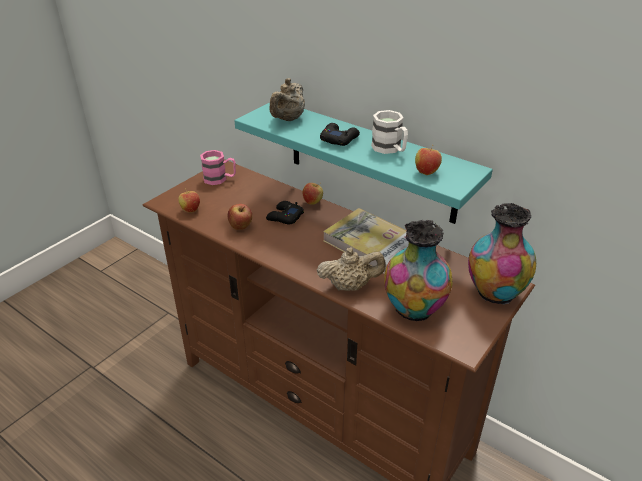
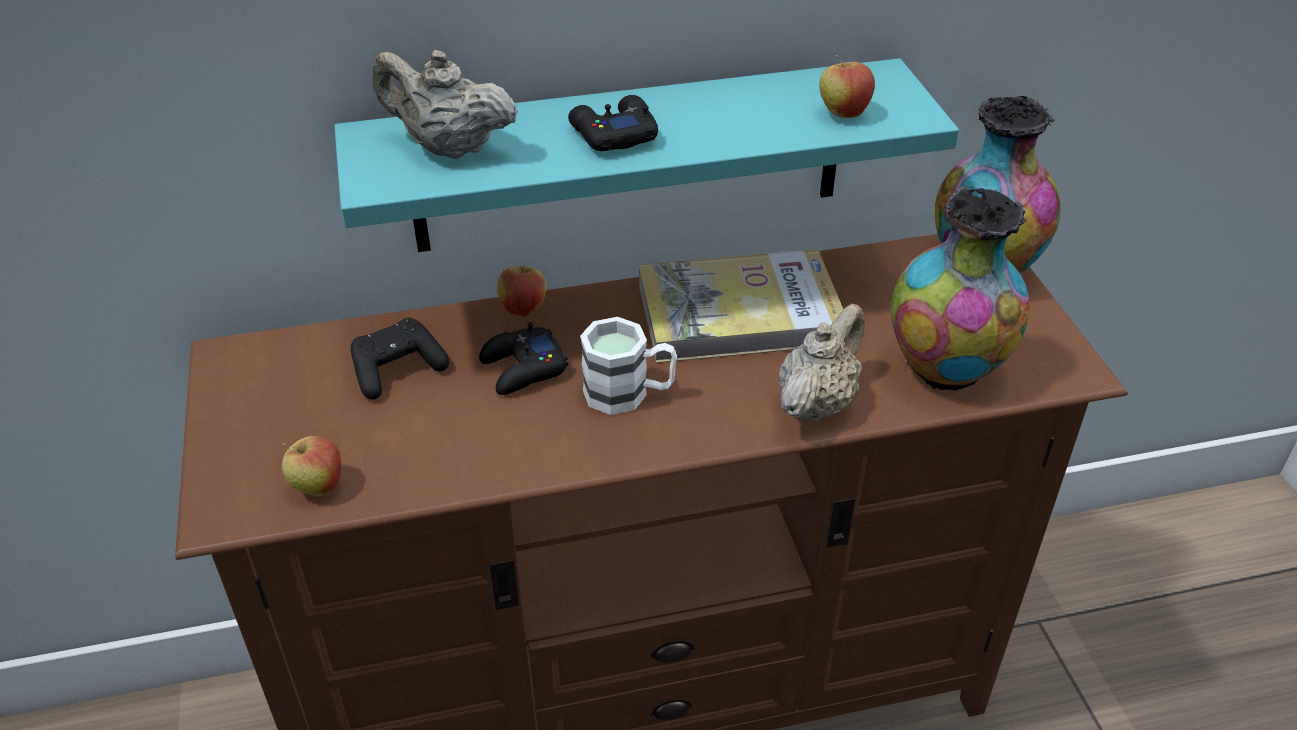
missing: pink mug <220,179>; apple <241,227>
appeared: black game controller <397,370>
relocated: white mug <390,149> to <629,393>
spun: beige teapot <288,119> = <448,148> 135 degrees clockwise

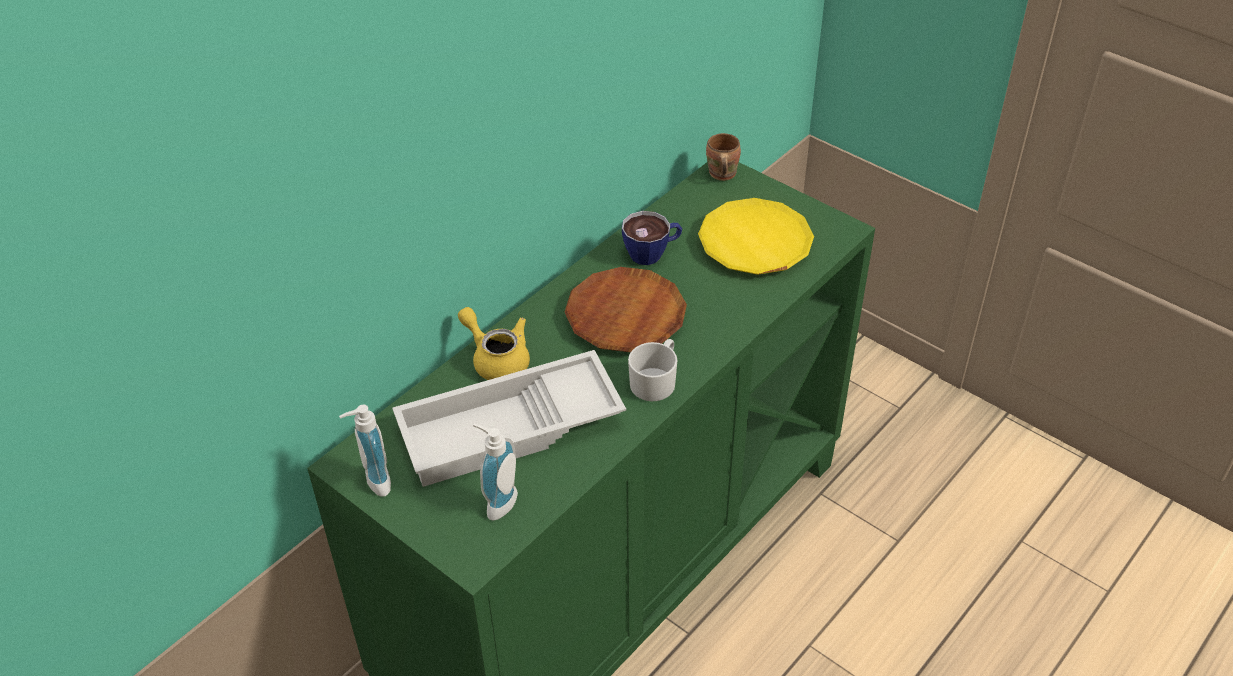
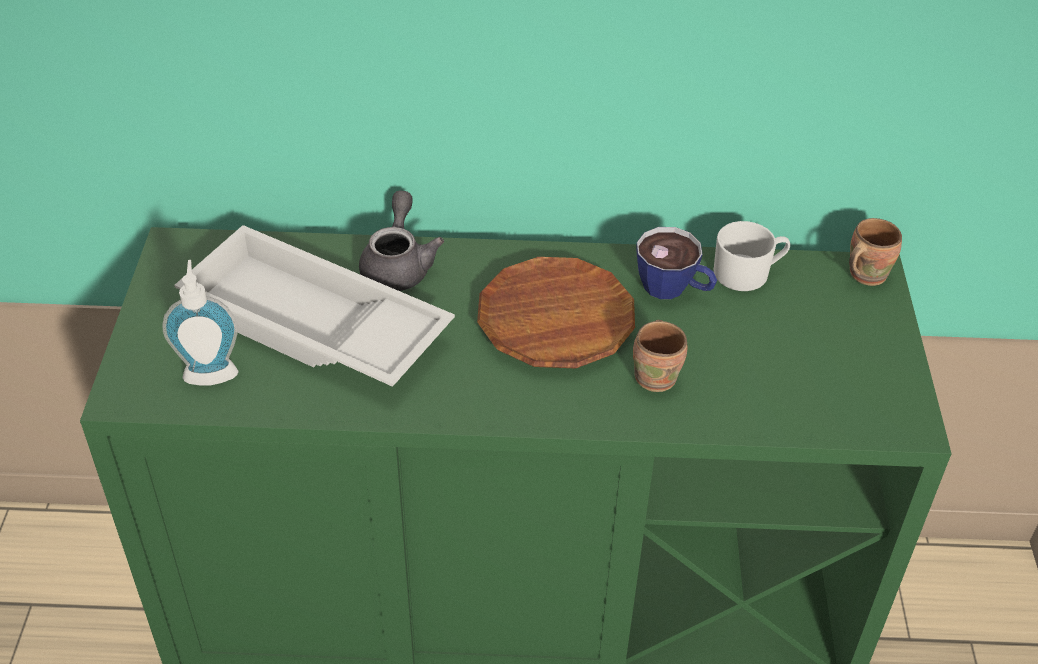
missing: yellow plate <755,243>; soap dispenser <373,482>
appeared: brown mug <657,376>
relocated: white mug <655,381> to <748,273>
colour: yellow teapot <497,359> to grey teapot <398,265>

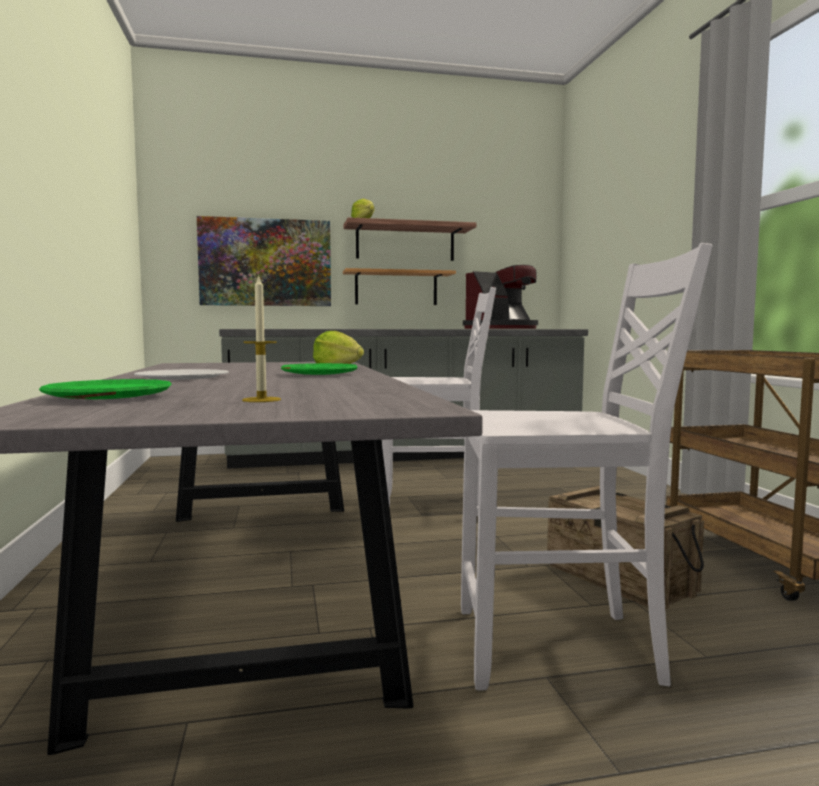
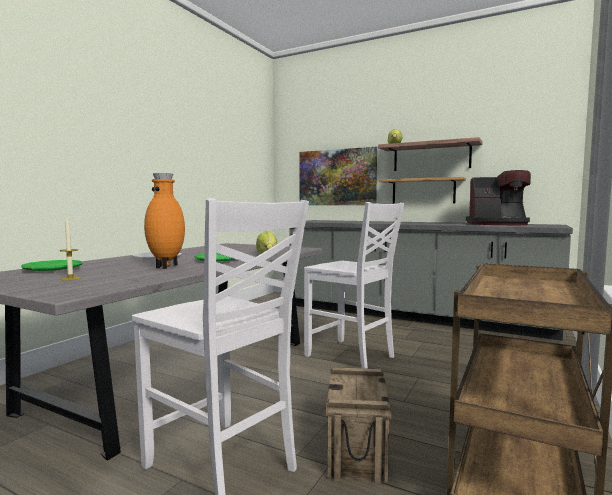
appeared: orange vase <167,267>

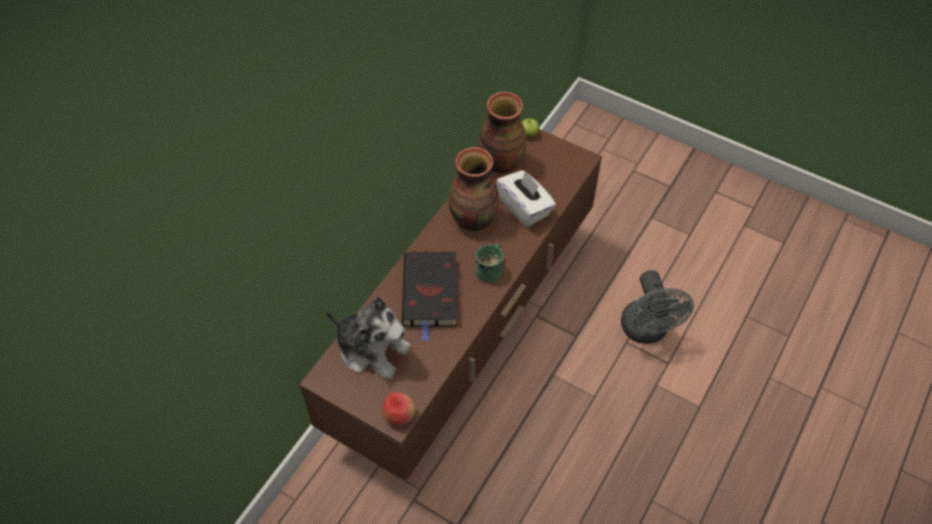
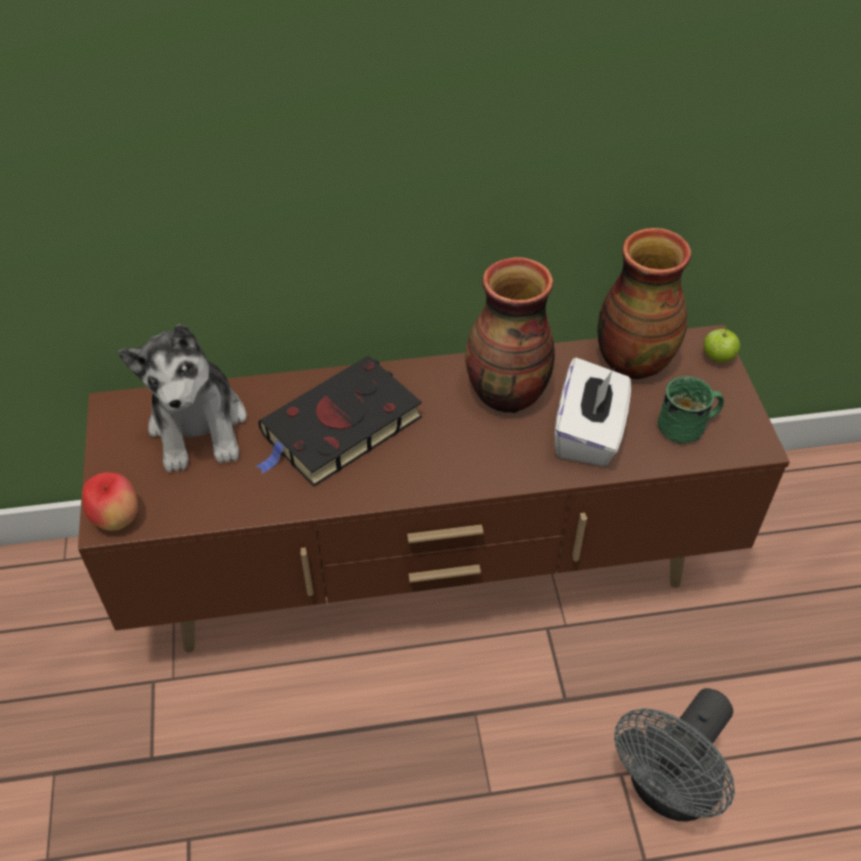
relocated: green mug <491,269> to <688,427>

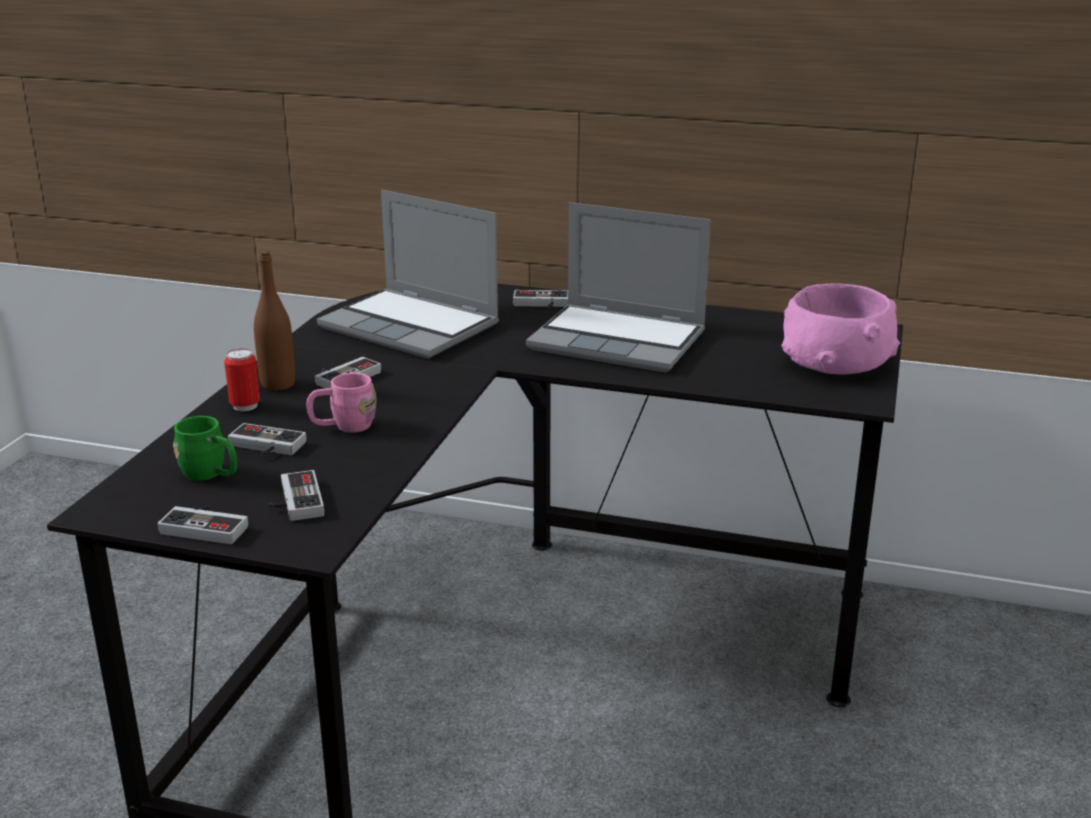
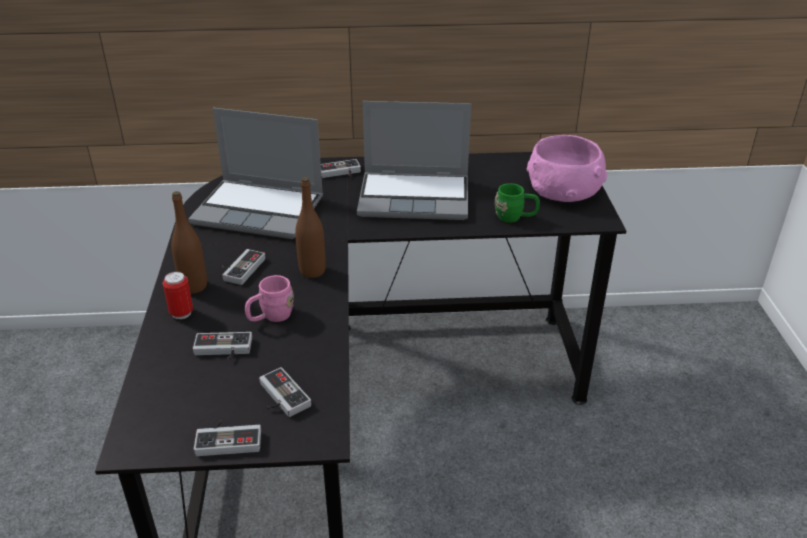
appeared: brown bottle <312,271>
relocated: green mug <211,475> to <515,217>

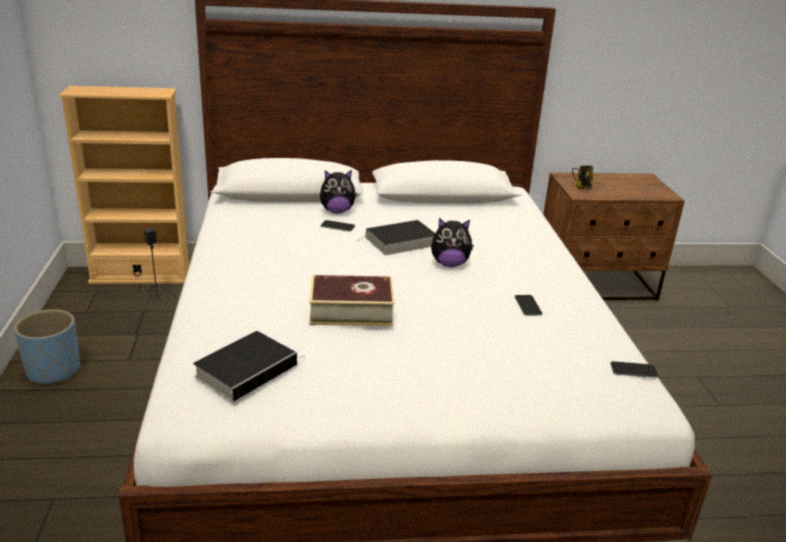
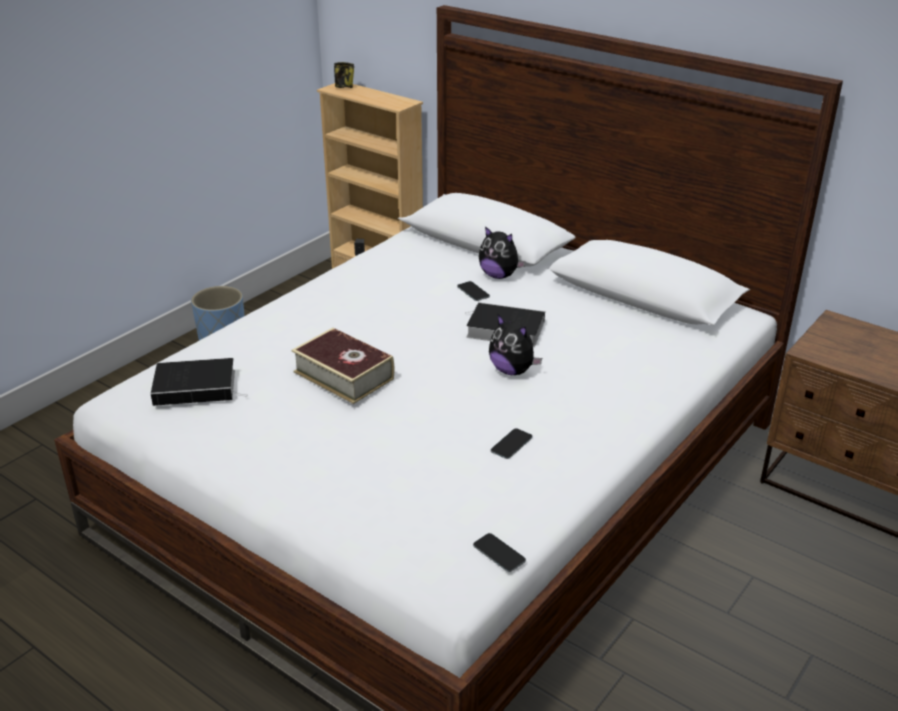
relocated: mug <582,187> to <343,87>

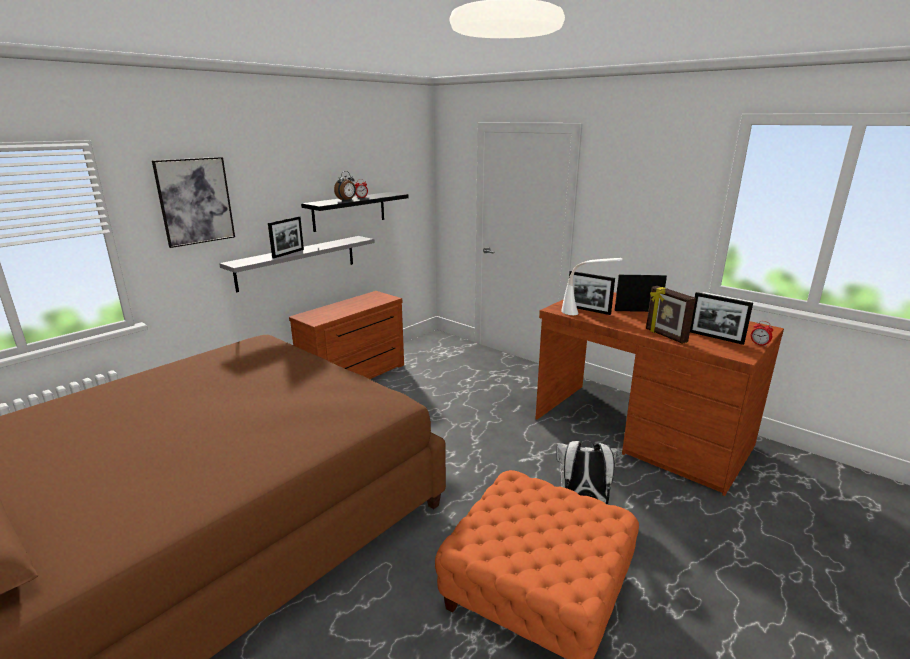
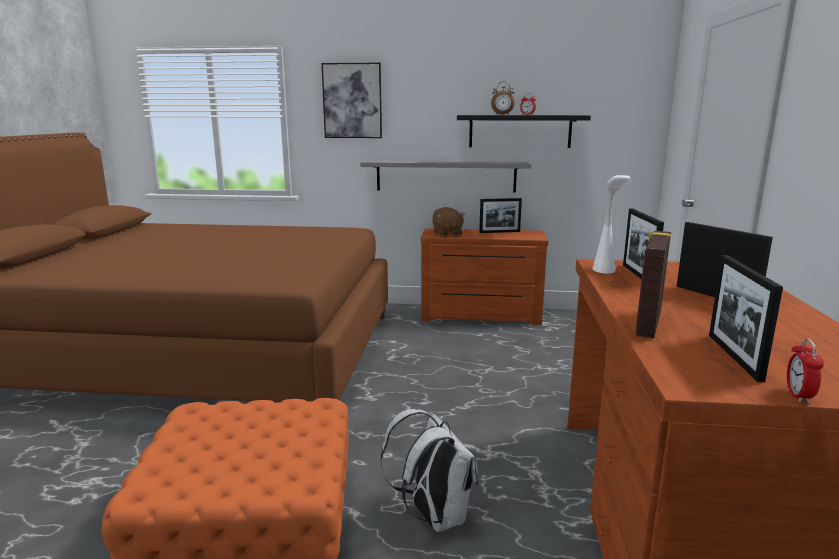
appeared: brown plush toy <447,233>
relocated: picture frame <288,253> to <499,232>

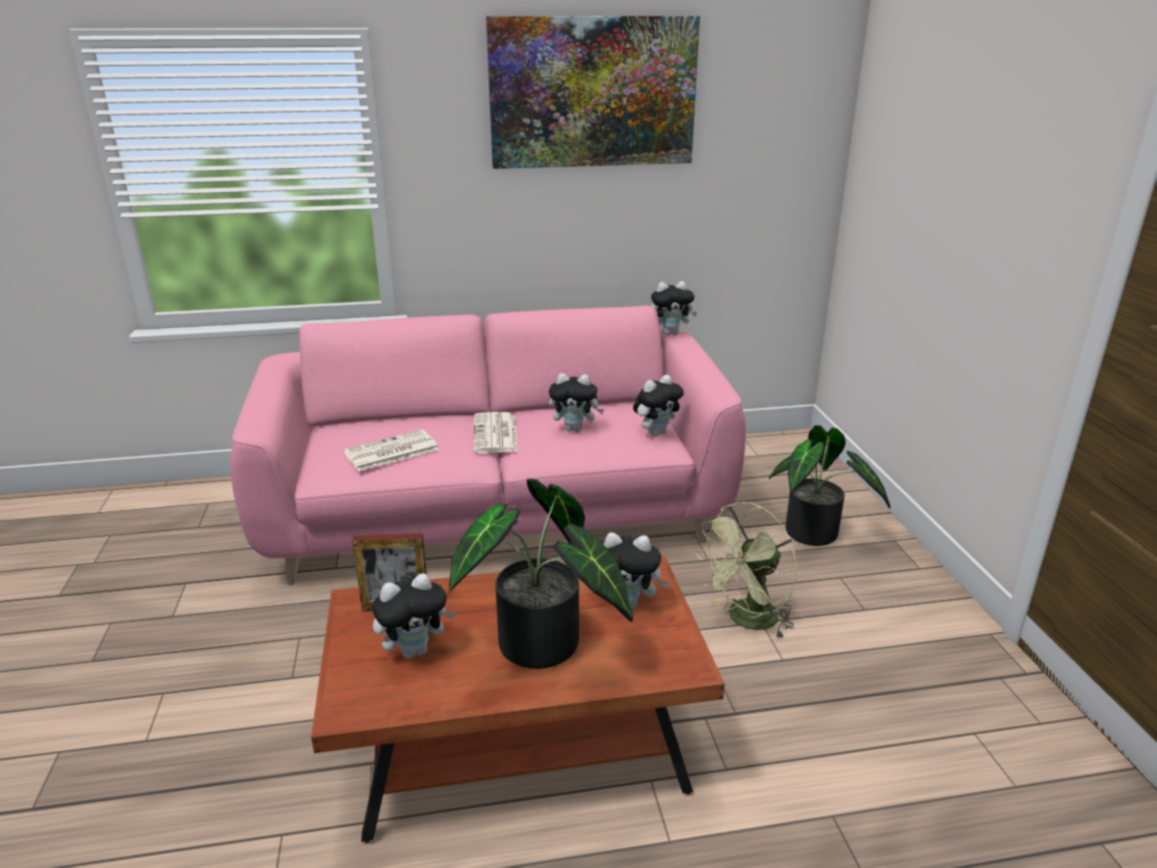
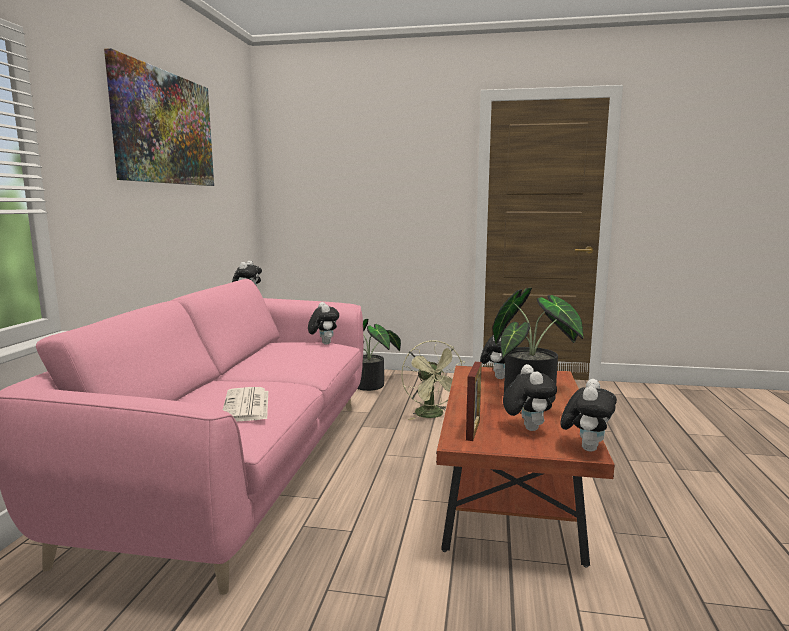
missing: newspaper <495,434>
relocated: plush toy <575,429> to <586,447>

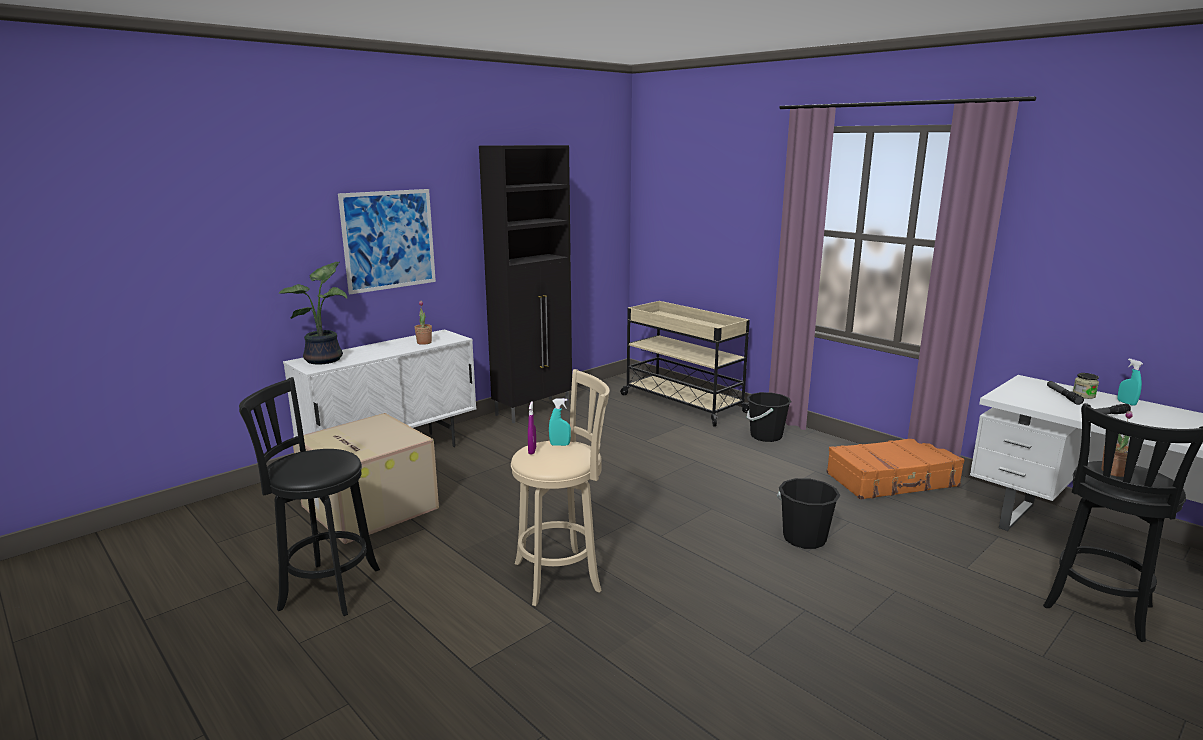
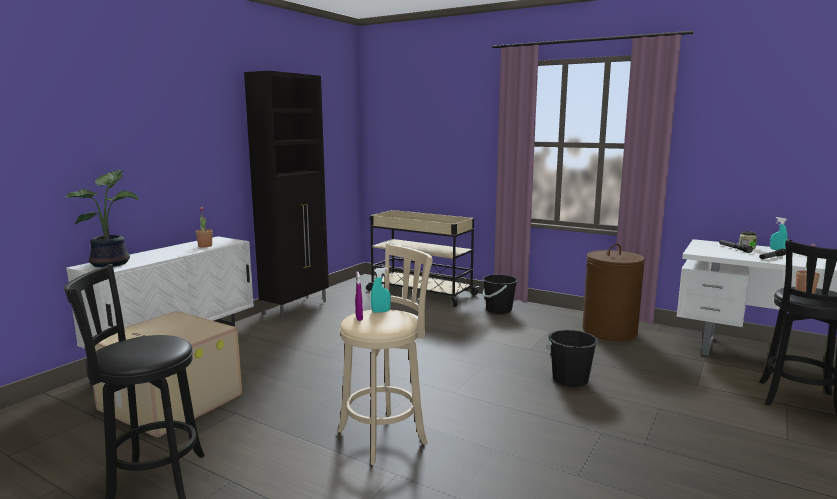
missing: picture <389,240>
exchanged: orange suitcase <892,480> to brown laundry basket <609,331>

